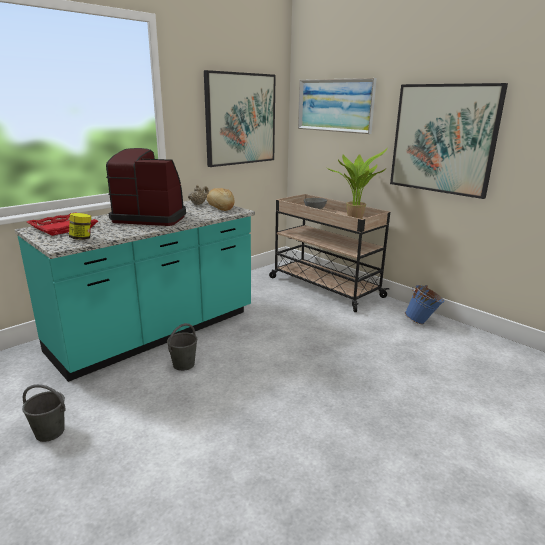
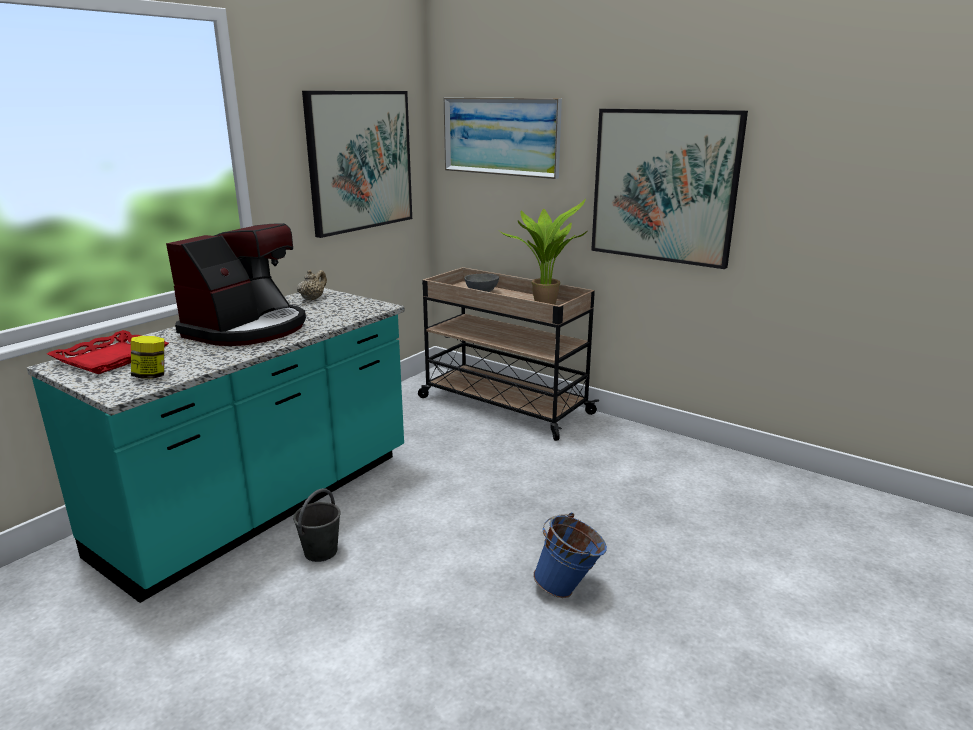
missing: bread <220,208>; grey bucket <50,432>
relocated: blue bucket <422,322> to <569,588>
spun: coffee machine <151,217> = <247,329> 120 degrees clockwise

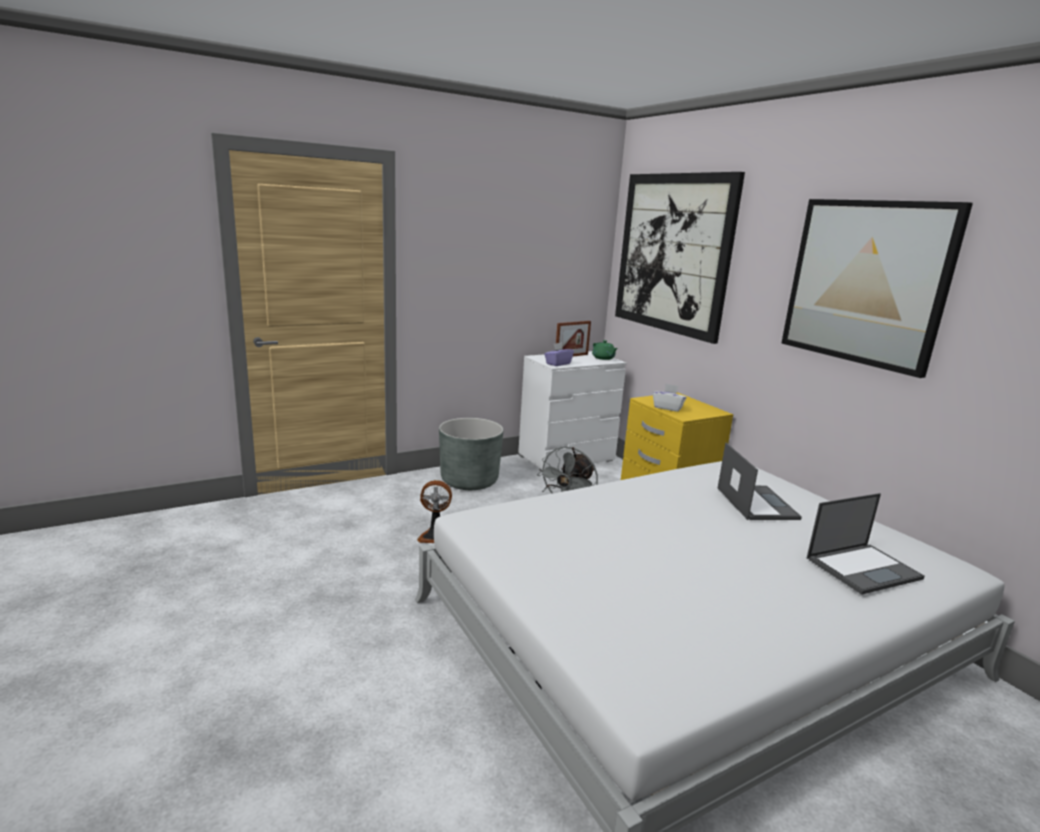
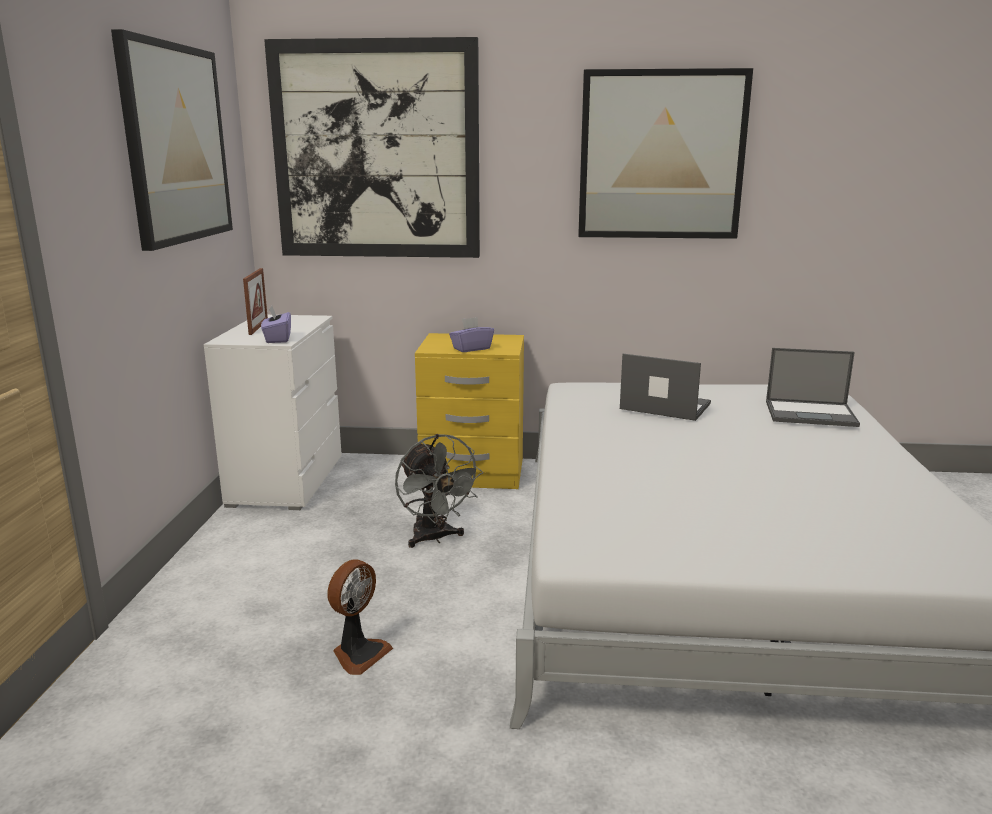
missing: green teapot <603,358>; grey planter <469,481>
appeared: picture <176,144>
colour: white tissue box <668,408> to purple tissue box <471,348>
spun: laptop <863,568> = <811,414> 90 degrees clockwise

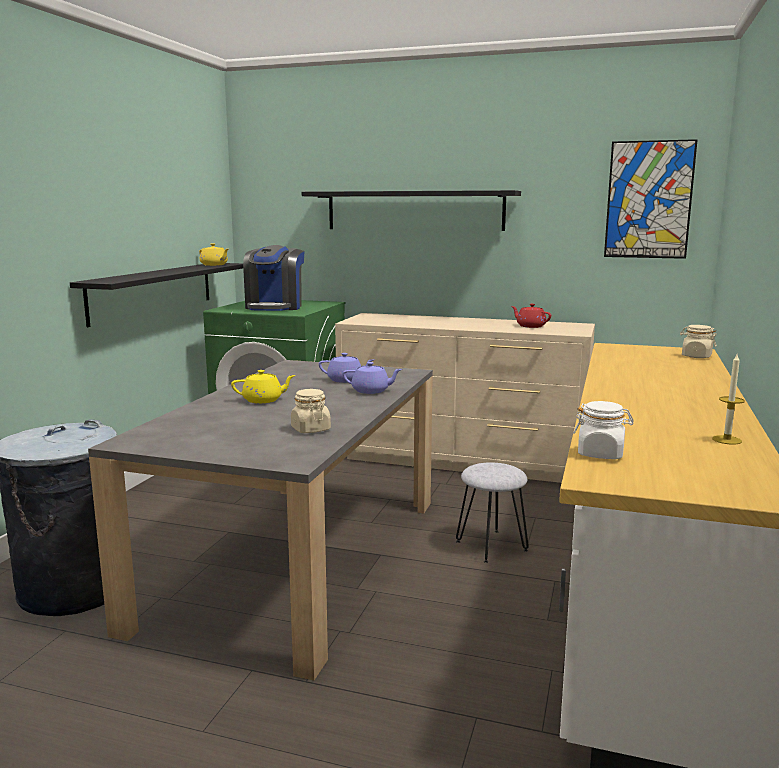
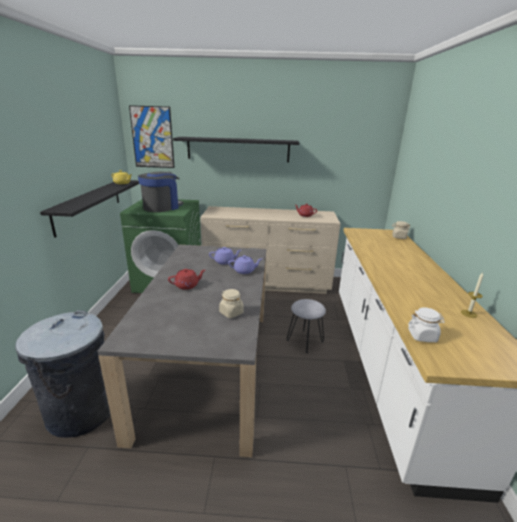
relocated: picture <649,200> to <152,137>
colour: yellow teapot <263,400> to red teapot <187,285>
spun: coffee machine <275,307> = <162,207> 135 degrees counterclockwise

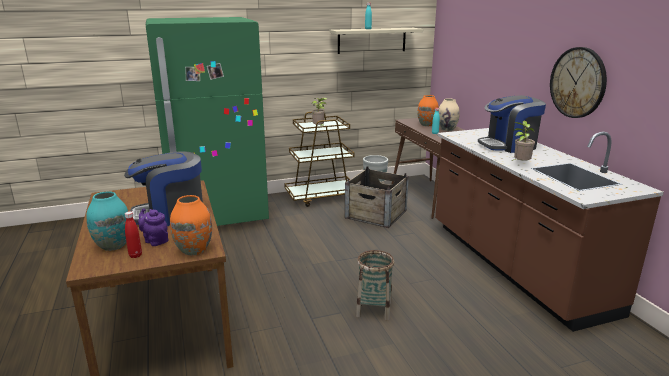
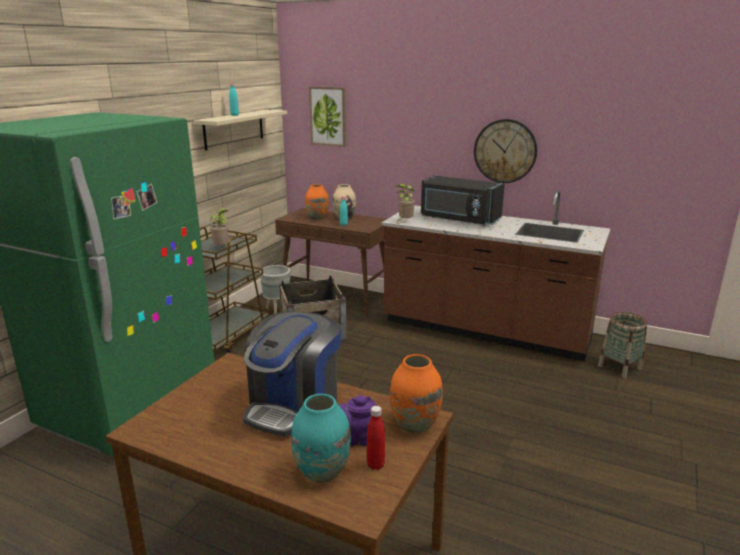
appeared: picture <328,116>
relocated: potted plant <520,164> to <404,222>; basket <374,309> to <619,367>
exchanged: coffee machine <509,145> to black microwave <459,219>

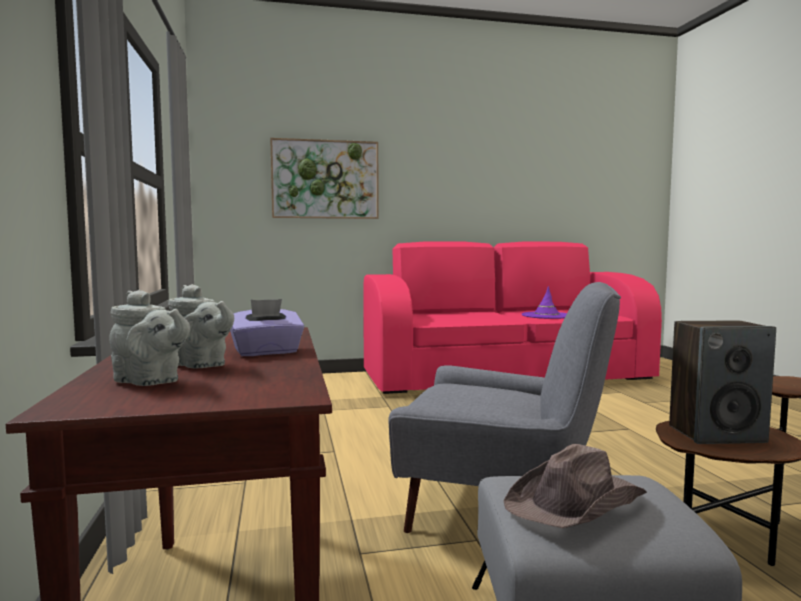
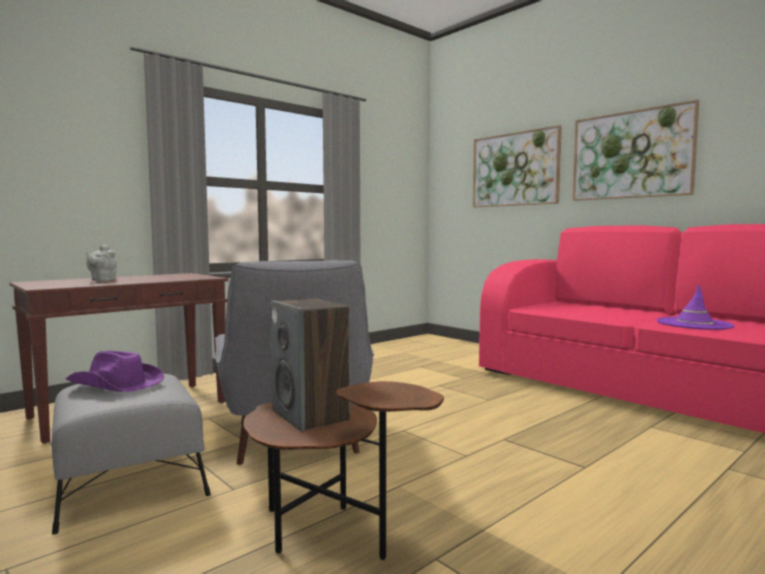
missing: grey teapot <150,381>; purple tissue box <266,352>
appeared: picture <631,155>
colour: brown hat <576,502> to purple hat <116,384>

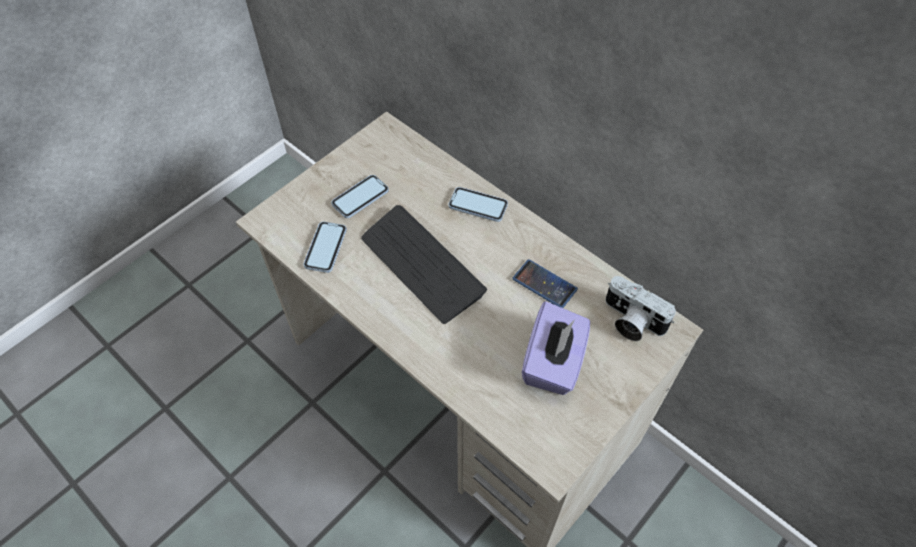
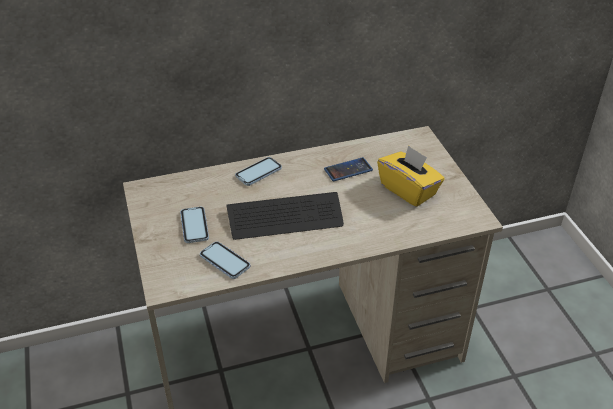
missing: photo camera <631,321>
colour: purple tissue box <553,362> to yellow tissue box <408,190>

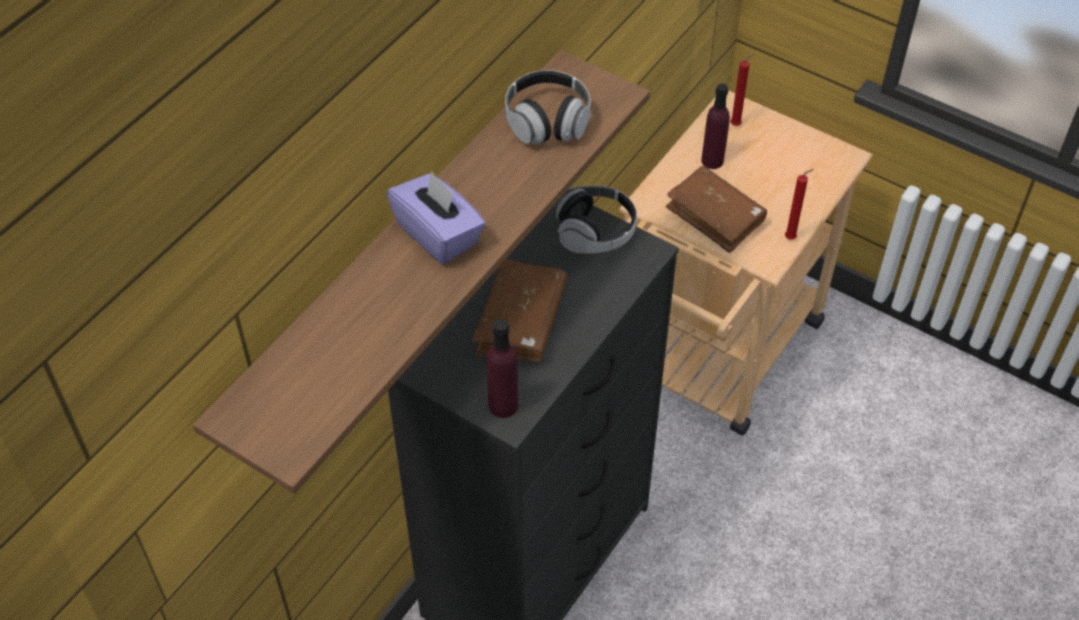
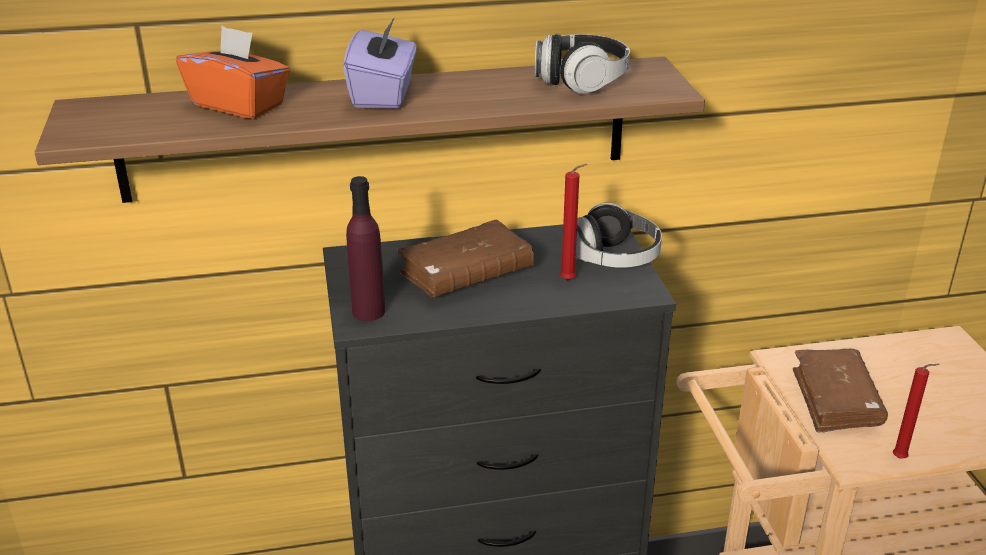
missing: purple bottle <712,160>
appeared: orange tissue box <239,105>
relocated: red candle <737,124> to <570,281>

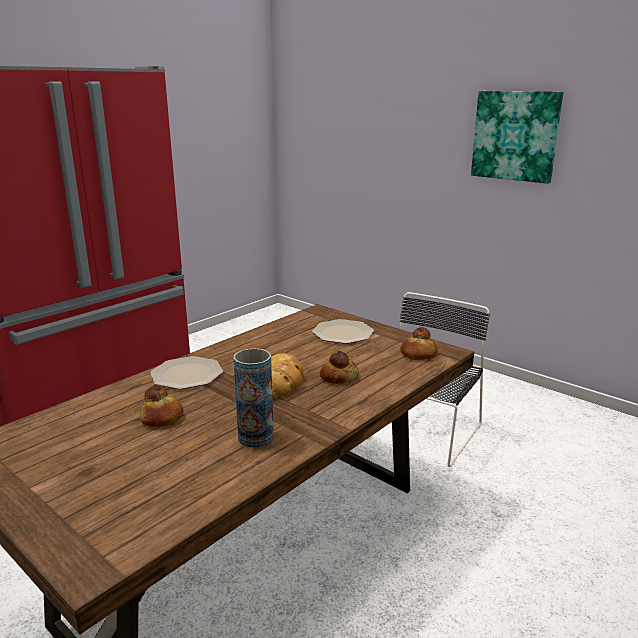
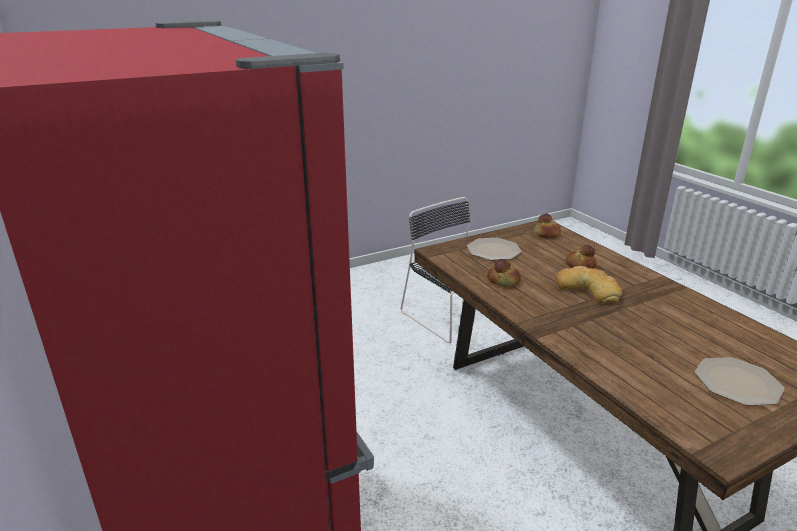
missing: picture <515,136>; vase <256,437>
relocated: plate <187,374> to <736,382>; bread <162,417> to <504,280>

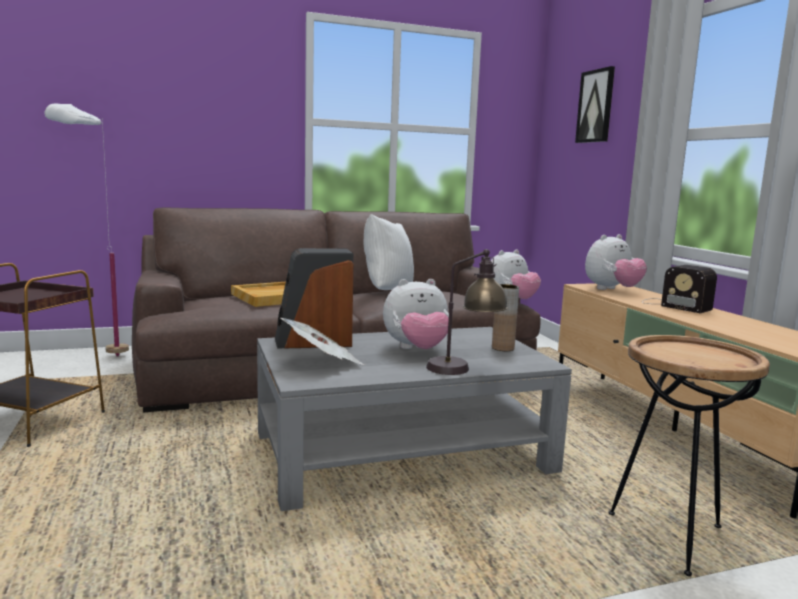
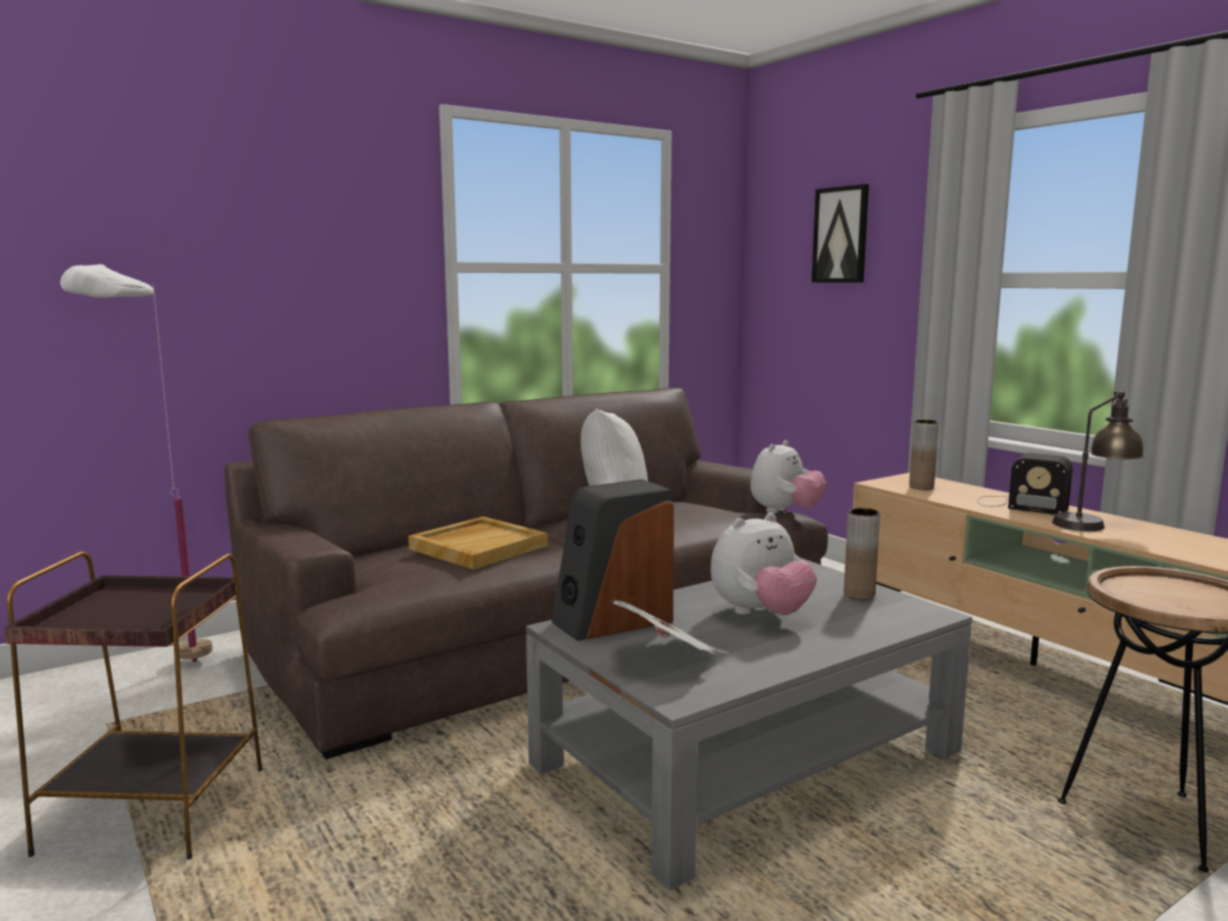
relocated: table lamp <464,368> to <1093,523>
exchanged: plush toy <612,290> to brown vase <921,487>

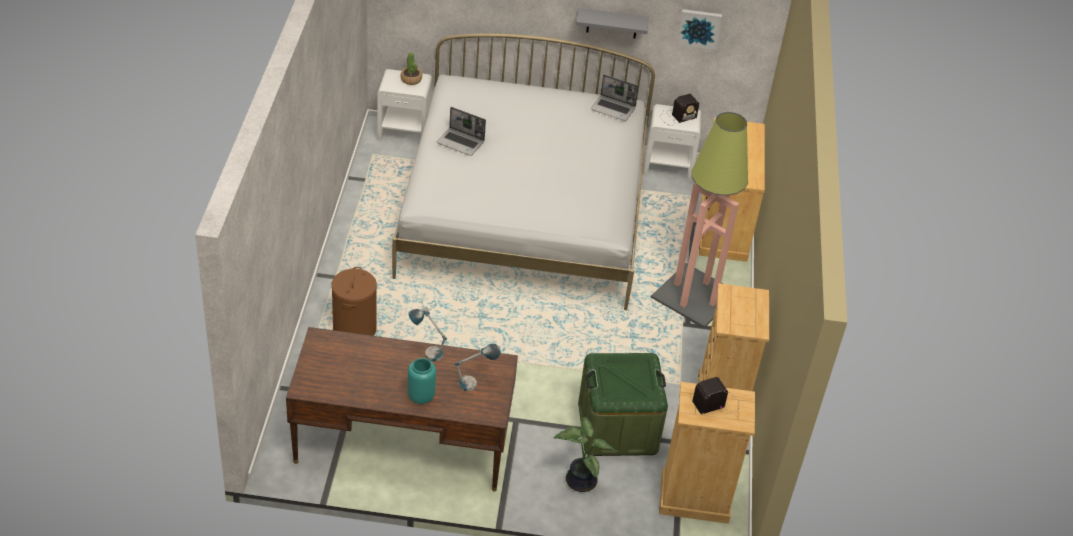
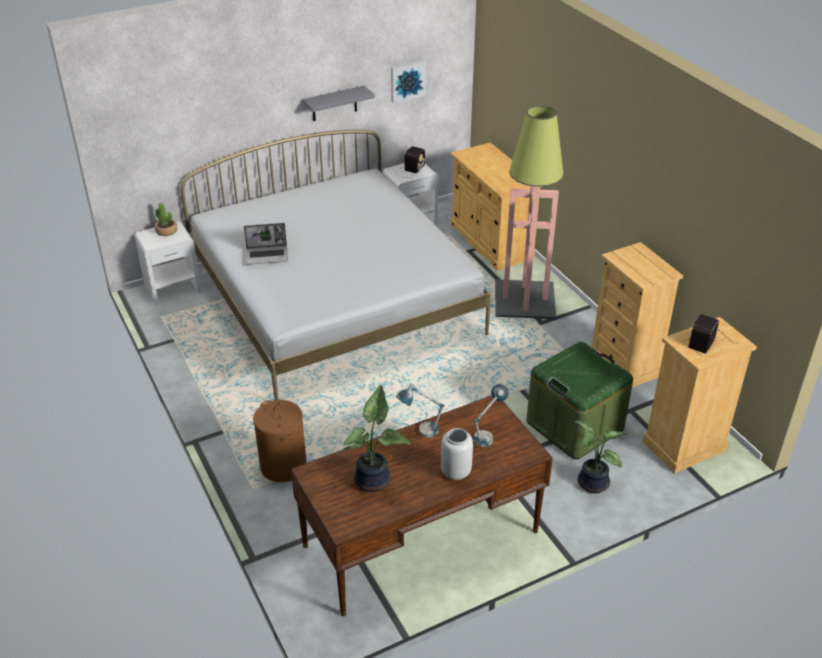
missing: laptop <613,109>
appeared: potted plant <374,479>
colour: turquoise vase <421,396> to grey vase <455,471>

